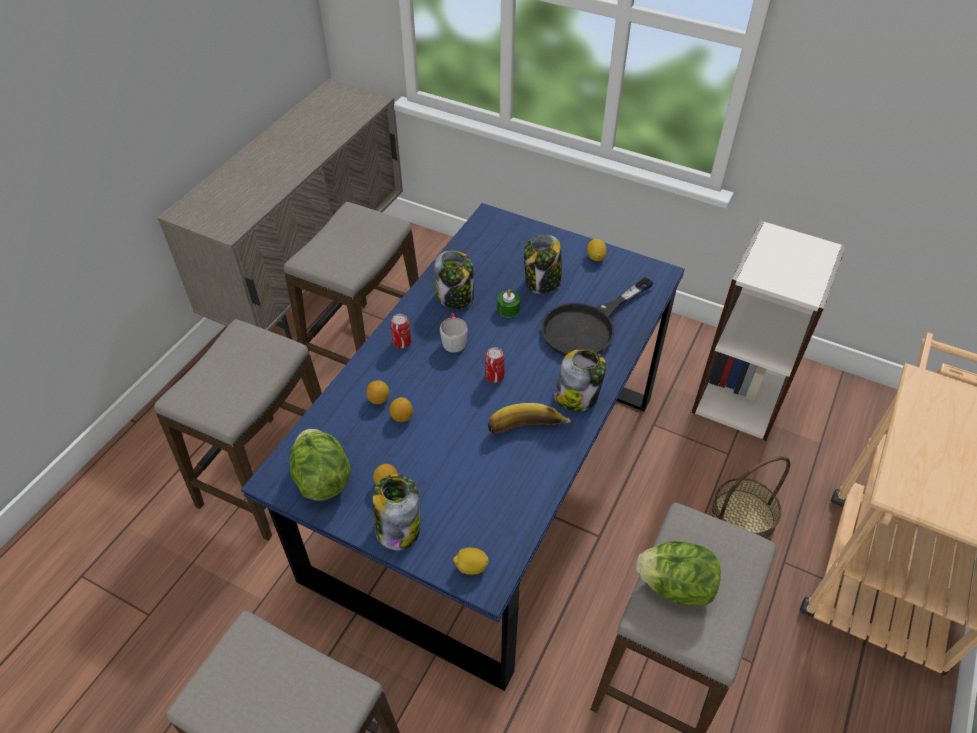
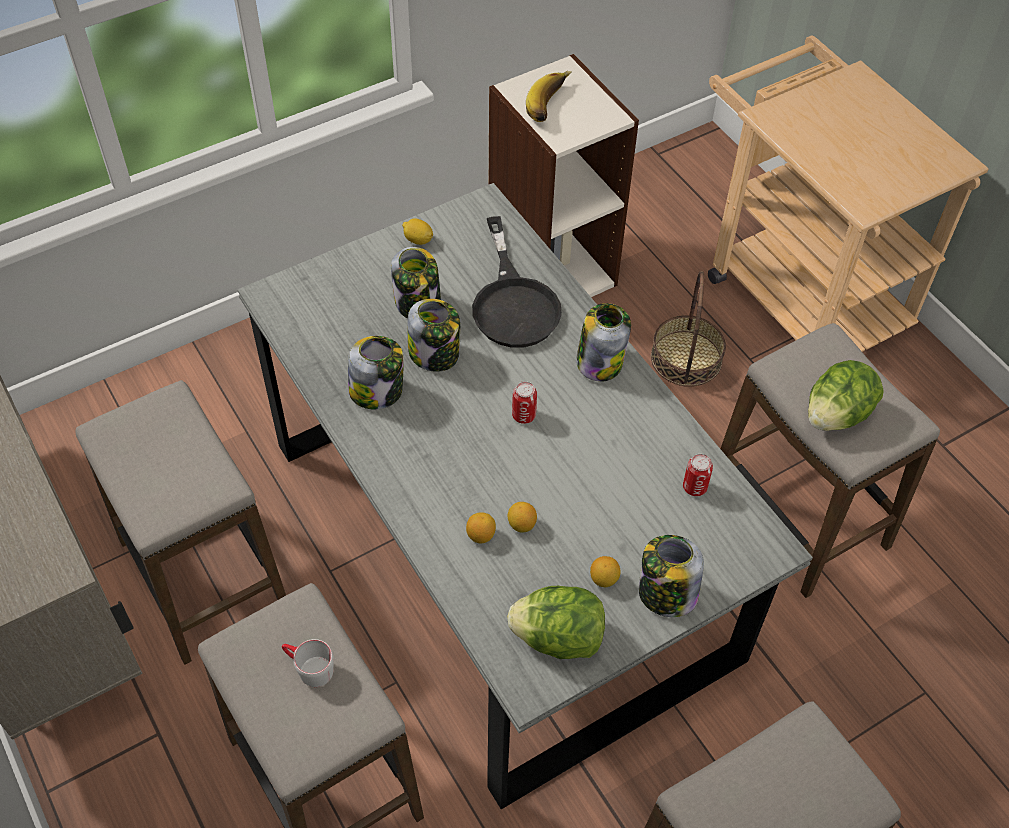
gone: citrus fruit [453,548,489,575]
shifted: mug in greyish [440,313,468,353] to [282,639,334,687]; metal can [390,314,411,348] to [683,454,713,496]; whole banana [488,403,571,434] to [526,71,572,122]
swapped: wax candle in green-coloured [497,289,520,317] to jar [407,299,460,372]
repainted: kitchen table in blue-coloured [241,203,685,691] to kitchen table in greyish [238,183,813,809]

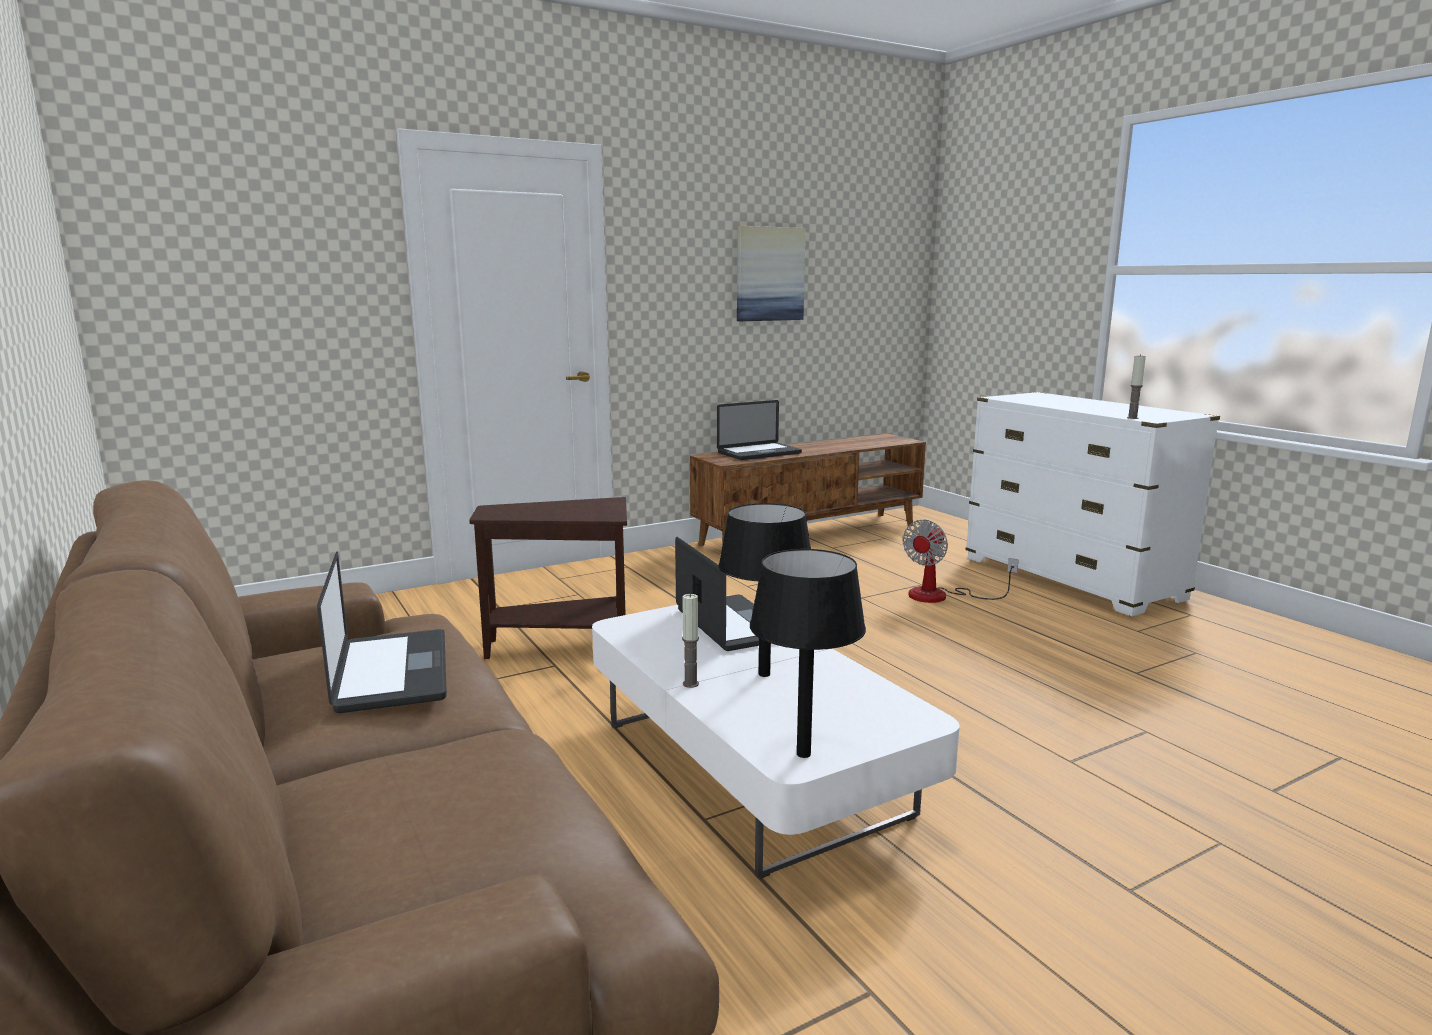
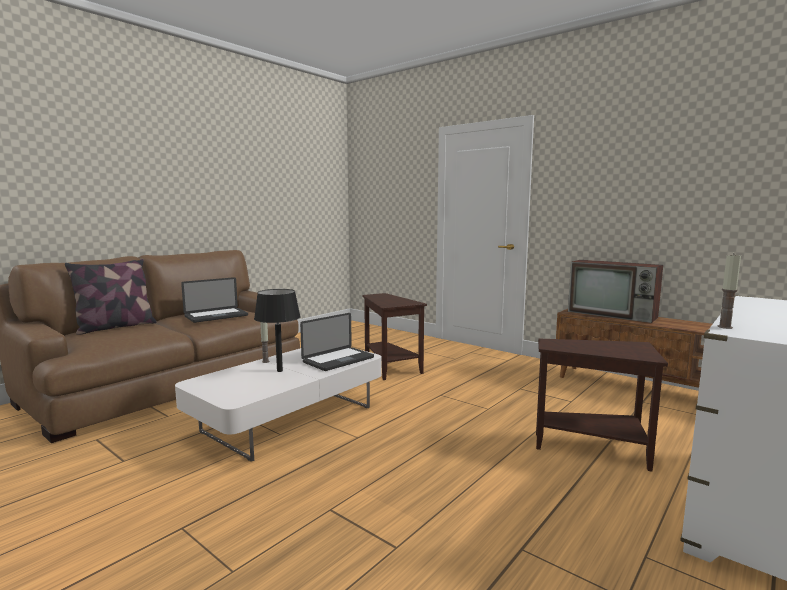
gone: wall picture [737,226,806,321]; table lamp in black-coloured [750,549,866,758]
new: throw pillow [65,259,157,335]
swapped: notebook computer [717,400,802,460] to television [568,260,663,323]; cooling fan [902,519,1019,603] to side table in brownish [536,339,668,472]

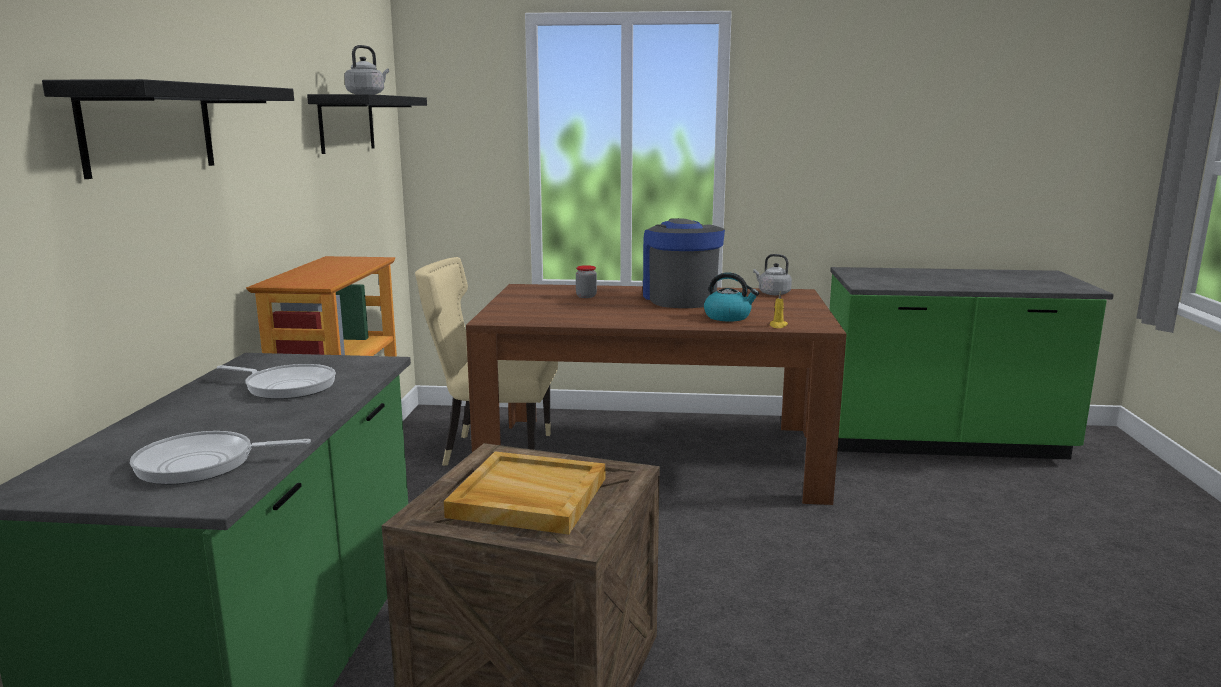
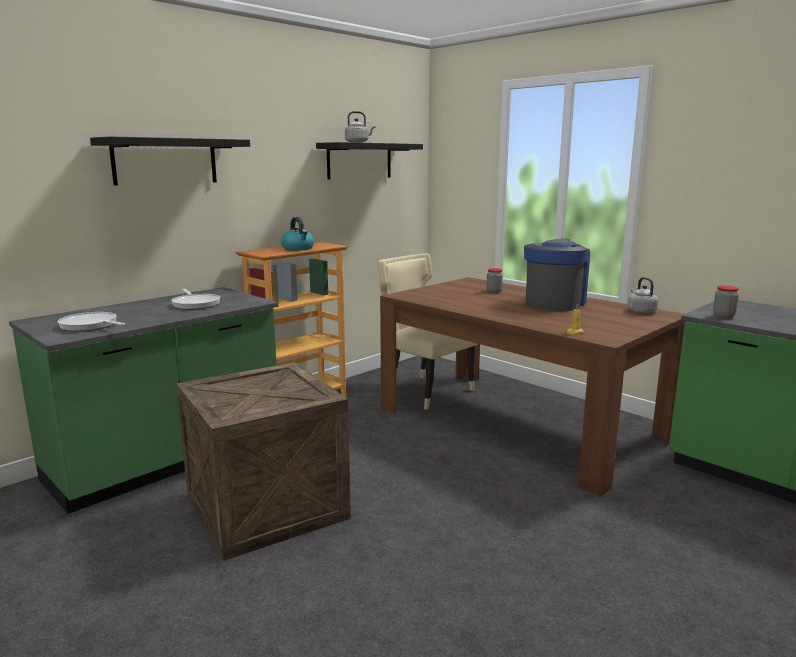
gone: carrying tray in beige-coloured [444,451,605,534]
new: jar [713,285,739,318]
shifted: water kettle [704,272,759,322] to [281,217,314,251]

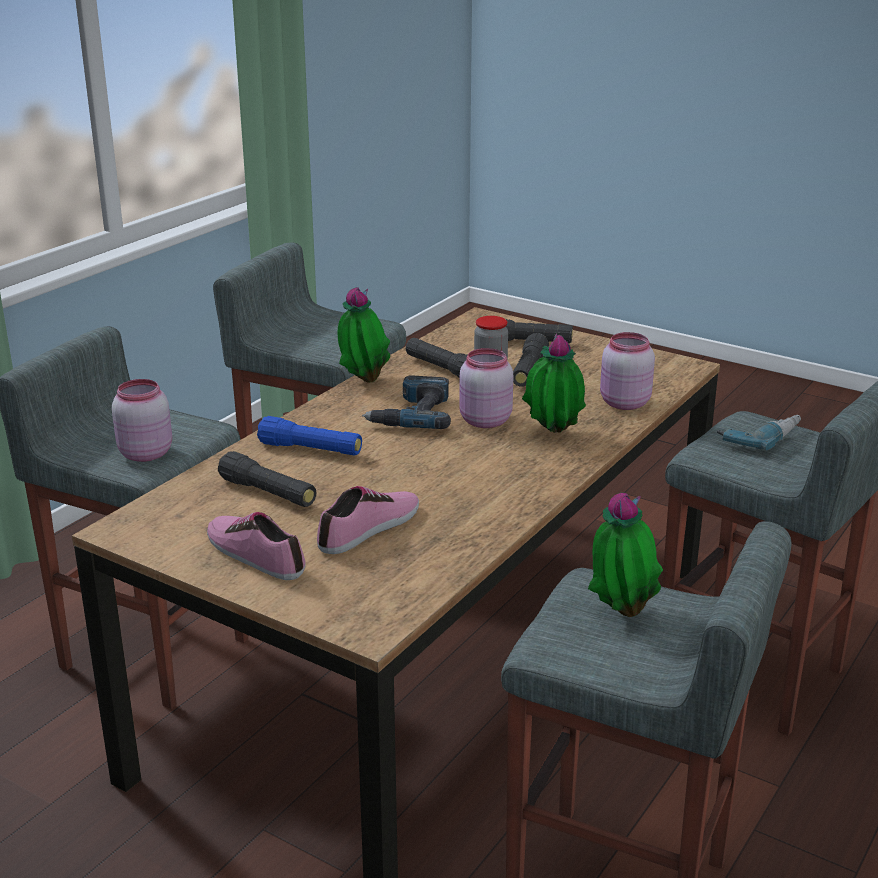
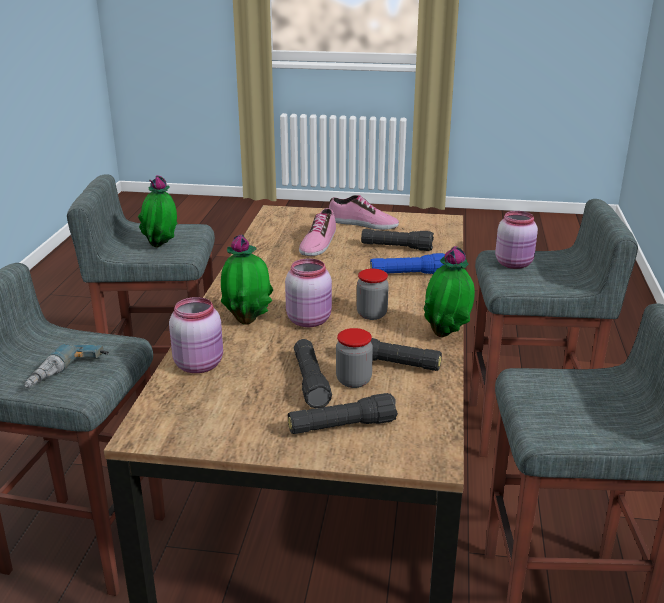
swapped: drill [362,375,451,429] to jar [357,269,389,320]

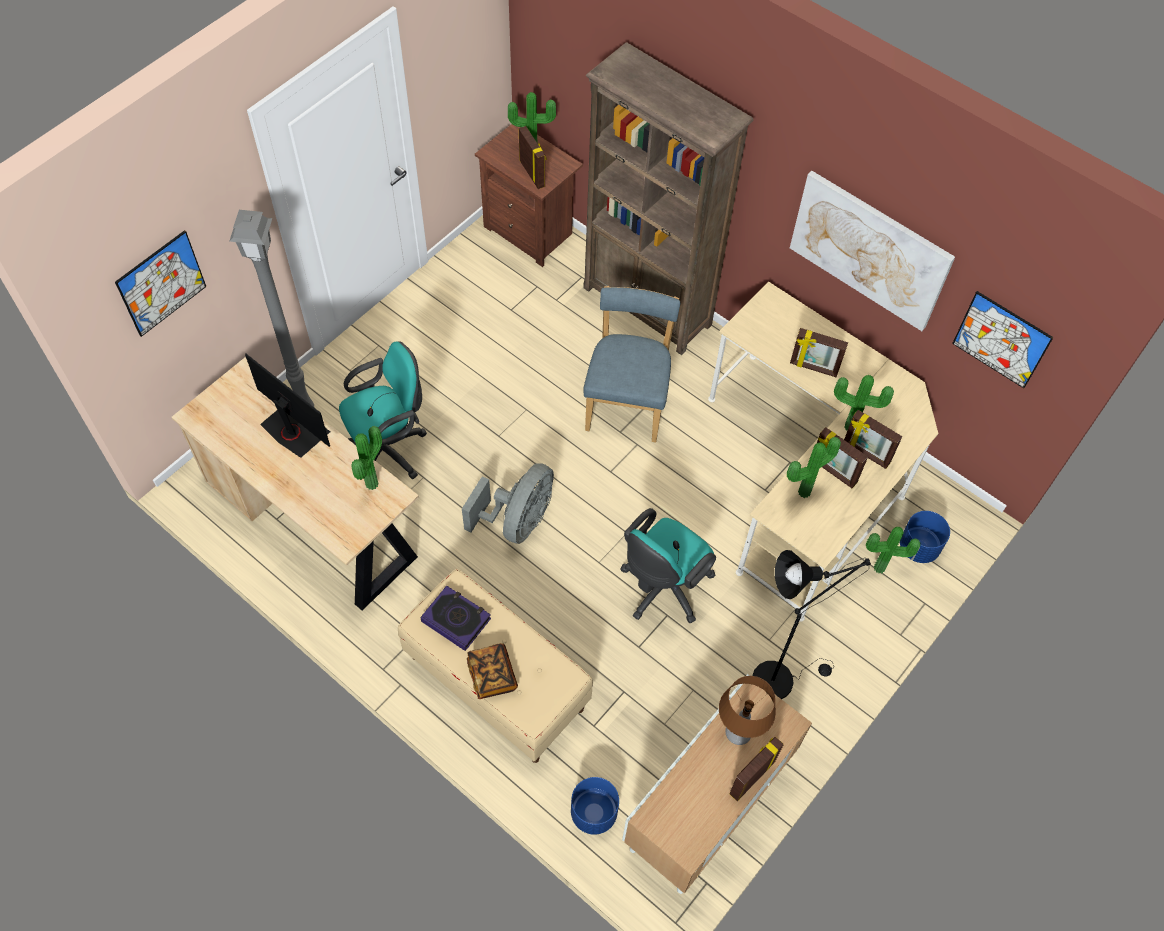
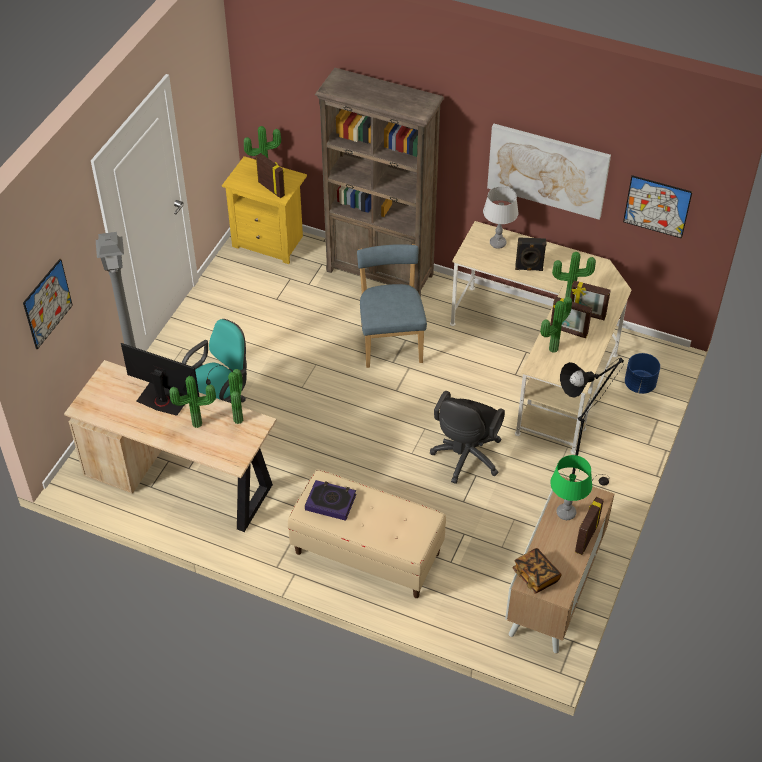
gone: cooling fan in greyish [462,463,554,544]; plant pot in blue-coloured [571,777,619,835]
new: table lamp in greyish [483,186,519,249]
shifted: potted plant [866,527,920,574] to [169,376,216,428]; bound book [467,643,518,699] to [513,548,561,594]
swapped: photo frame [790,328,848,377] to speaker in black-coloured [515,237,547,271]
repainted: night table in brownish [475,124,583,267] to night table in yellow-coloured [222,156,307,264]; office chair in turquoise-coloured [620,508,716,623] to office chair in black-coloured [430,391,505,484]; table lamp in brownish [719,676,776,745] to table lamp in green-coloured [550,455,592,520]

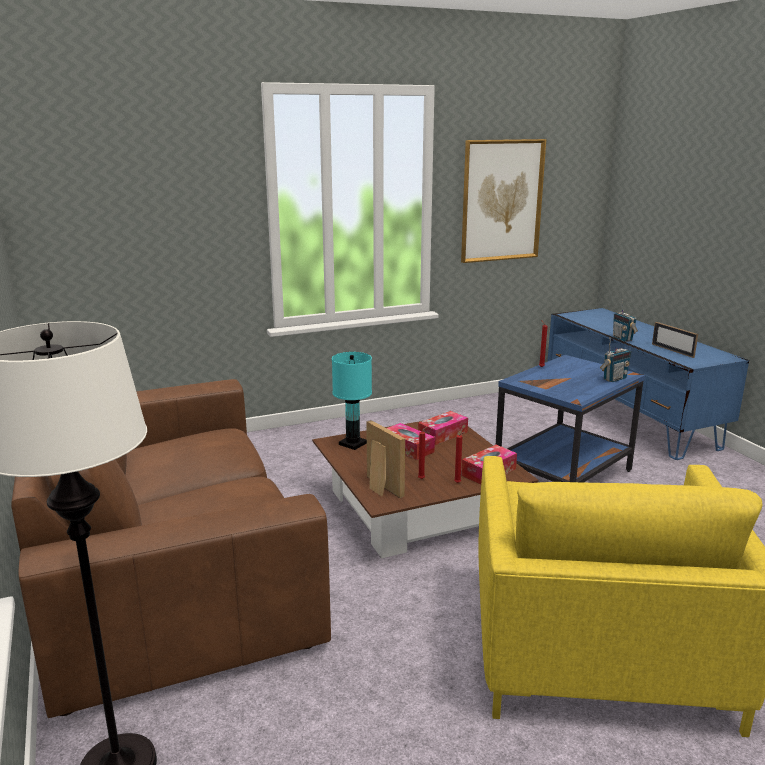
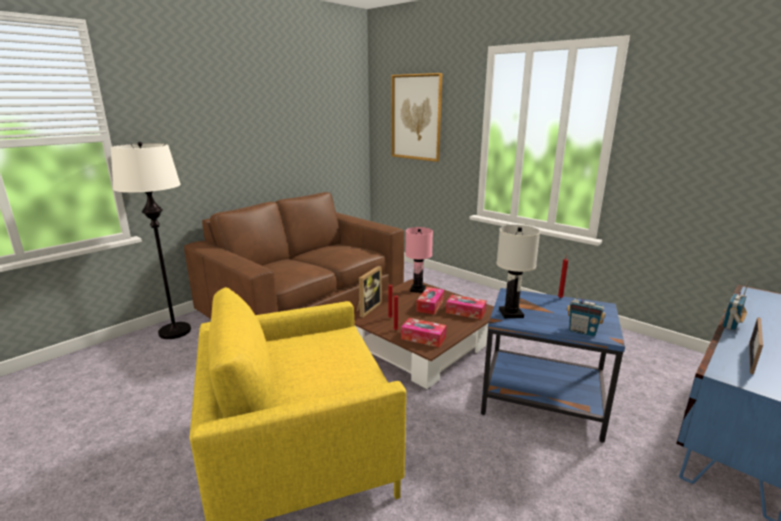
new: table lamp in whitish [497,225,540,318]
shifted: wall picture [461,139,546,263] to [391,73,443,162]
repainted: table lamp in turquoise-coloured [332,352,372,450] to table lamp in pink-coloured [405,227,433,293]

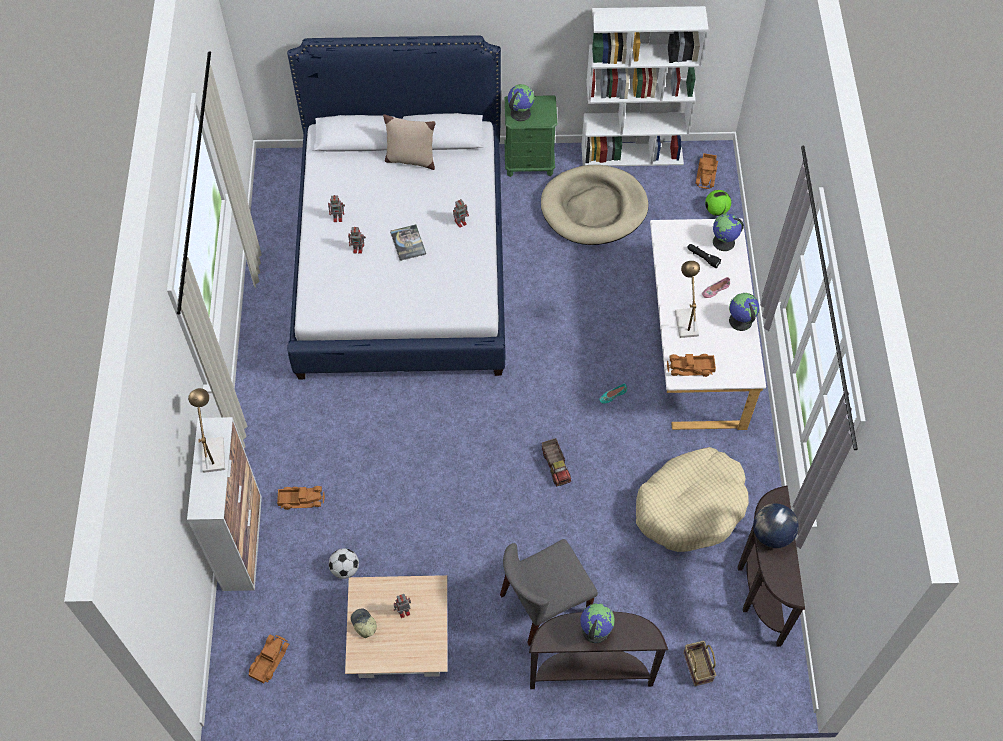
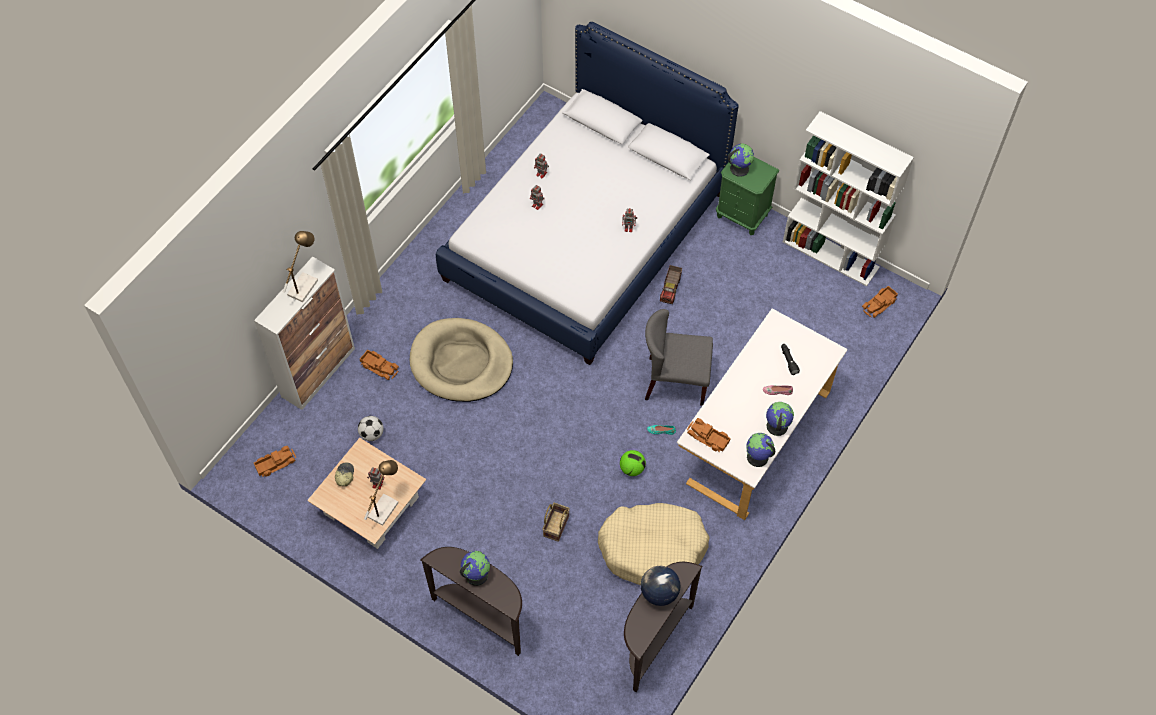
gone: throw pillow in beige-coloured [383,114,436,170]; bound book [390,224,426,261]
shifted: dog cushion in beige-coloured [541,165,648,245] to [410,318,513,402]; football ball [705,190,731,216] to [620,450,646,476]; globe [713,214,744,251] to [746,433,775,467]; table lamp [675,261,700,338] to [364,460,399,526]; model truck [542,438,571,486] to [660,265,682,304]; chair in greyish [500,539,598,646] to [645,309,713,406]; household basket [683,641,716,686] to [543,503,570,542]

